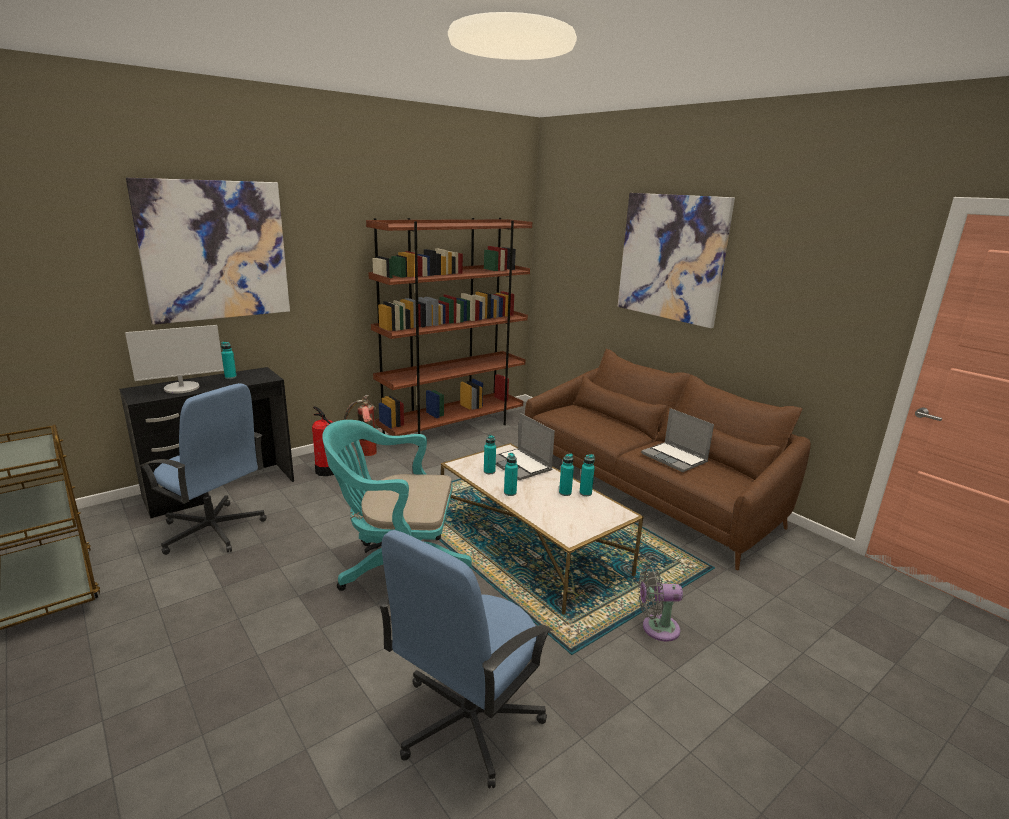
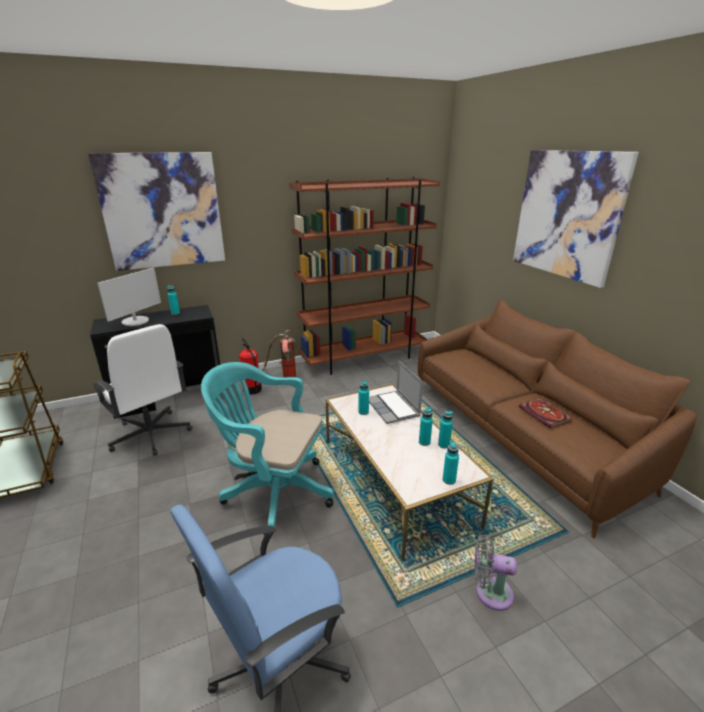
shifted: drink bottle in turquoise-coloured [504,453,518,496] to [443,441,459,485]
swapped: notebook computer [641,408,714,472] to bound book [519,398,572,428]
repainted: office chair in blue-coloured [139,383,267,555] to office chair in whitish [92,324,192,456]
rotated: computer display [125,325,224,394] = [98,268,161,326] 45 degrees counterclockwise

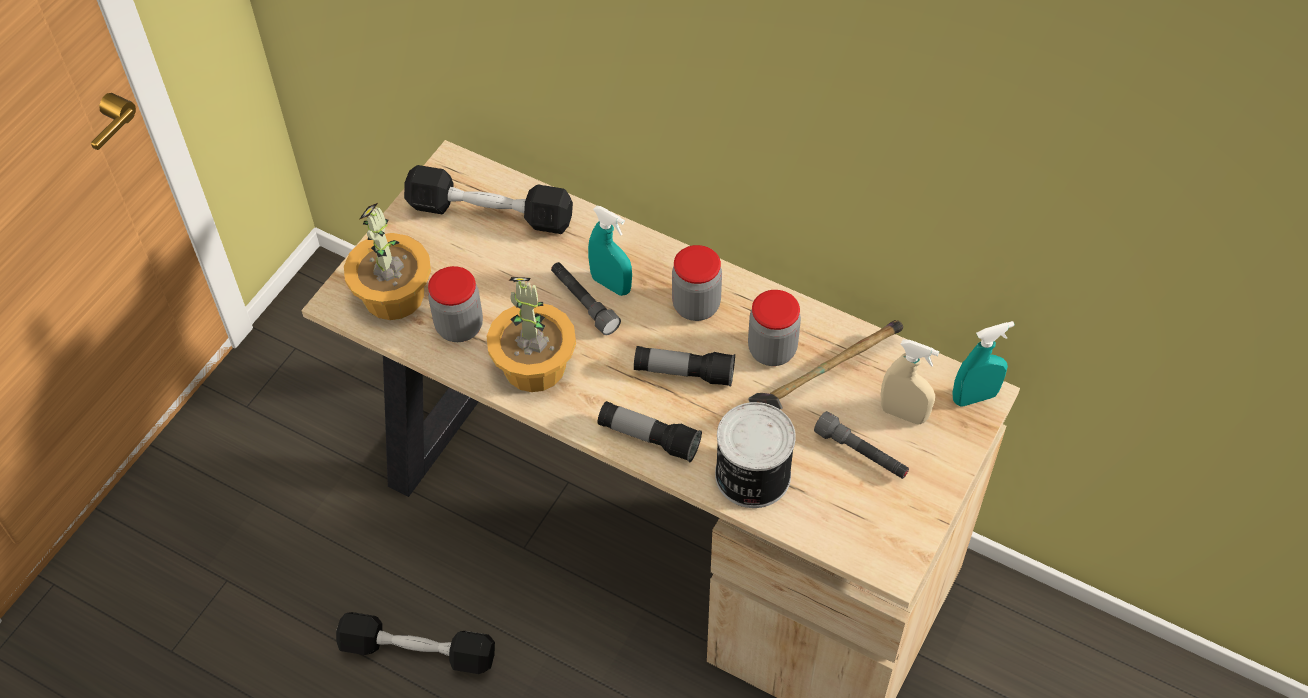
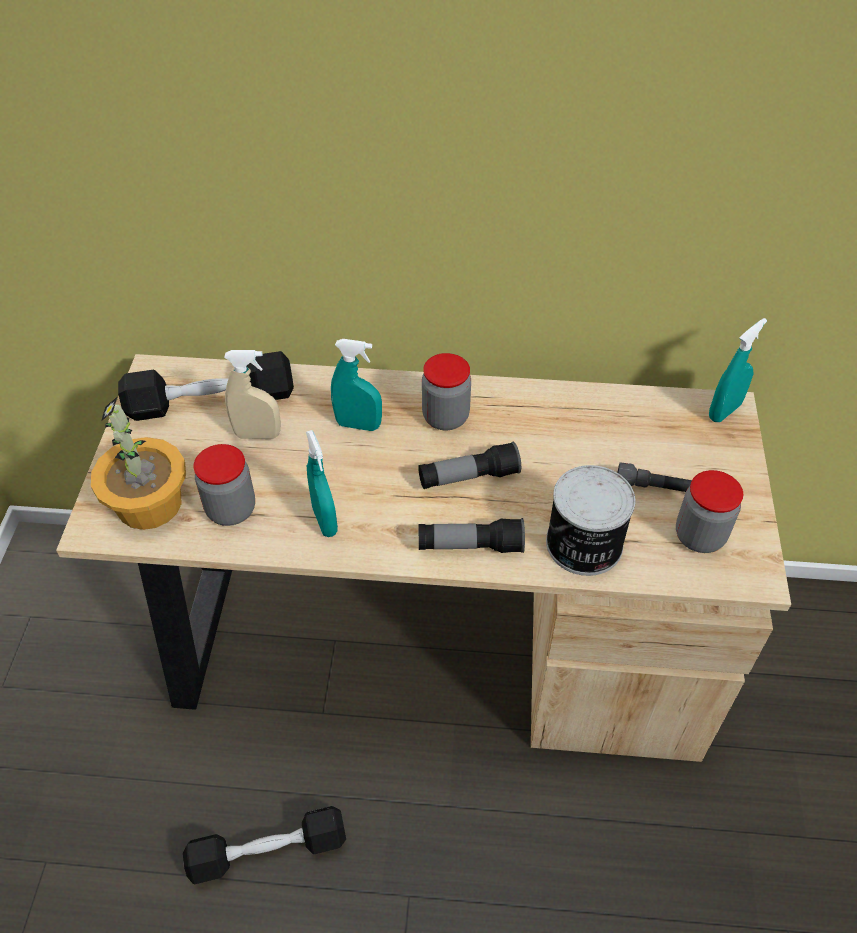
gone: hand torch in greyish [551,262,621,335]; tool hammer [748,320,903,409]
shifted: jar [748,290,801,366] to [676,470,743,553]; sprayer in beige-coloured [881,339,939,425] to [224,350,281,439]
swapped: potted plant [487,277,576,392] to sprayer in turquoise-coloured [306,430,338,537]

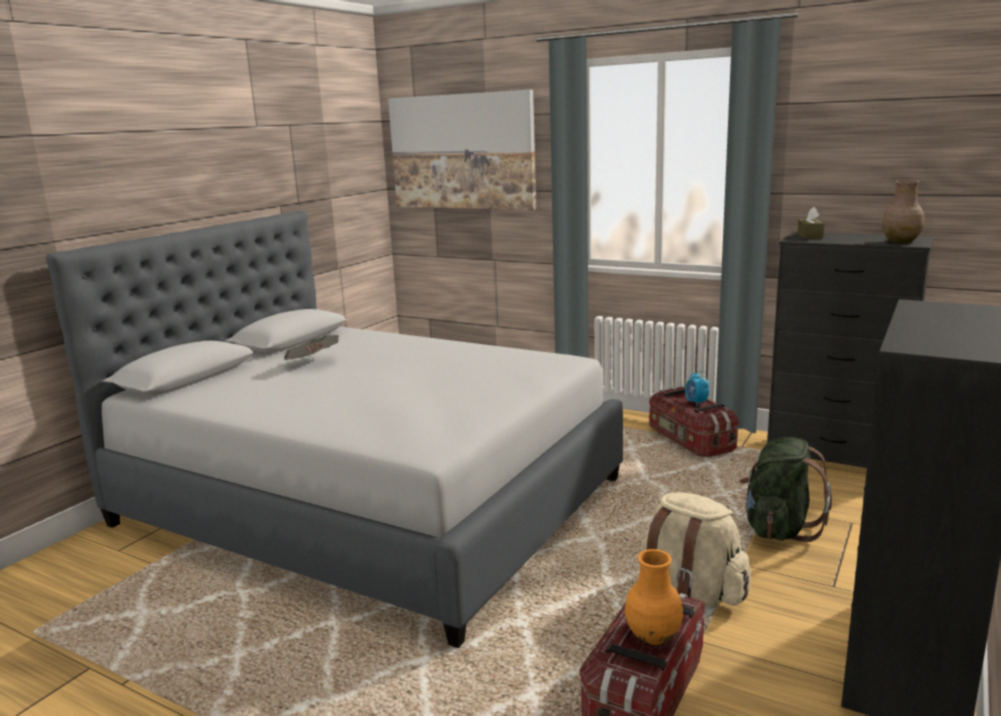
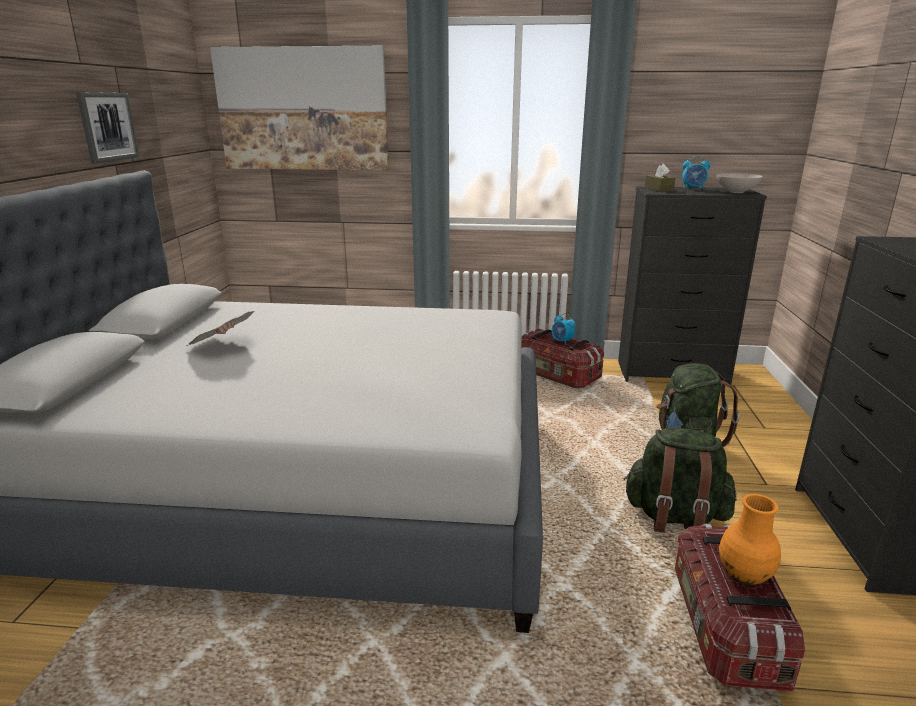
new: wall picture [76,92,139,163]; alarm clock [682,156,710,190]
swapped: flower vase in brownish [882,180,925,243] to deep dish in whitish [716,173,763,193]
repainted: rucksack in beige-coloured [641,492,751,606] to rucksack in green-coloured [624,428,737,533]

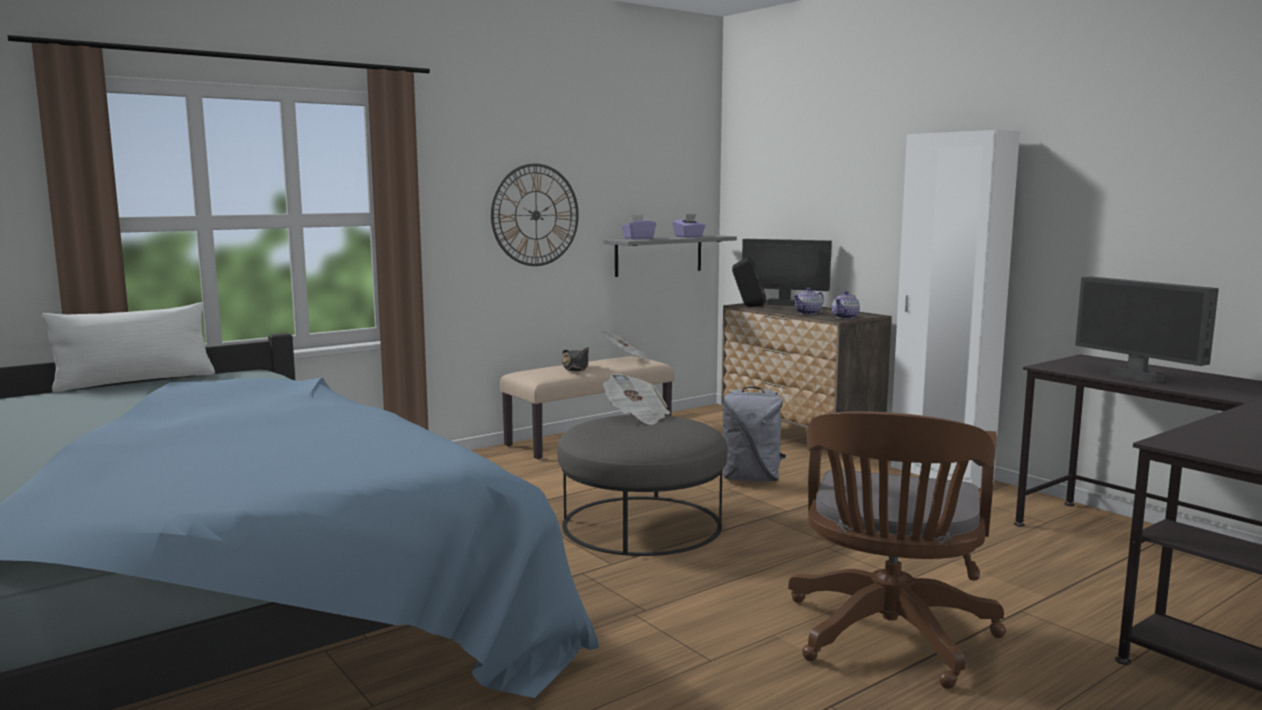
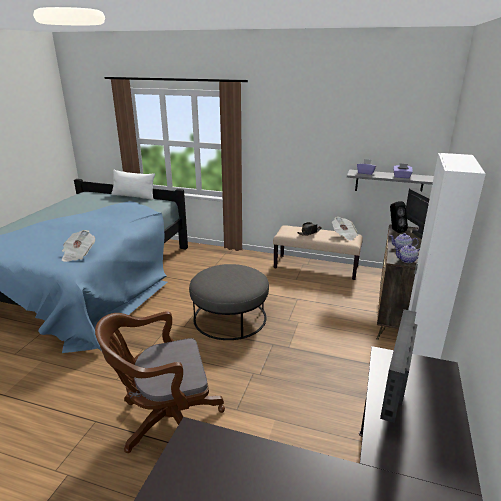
gone: hanging clock [491,164,579,266]; rucksack in greyish [722,386,786,482]
shifted: daily paper [603,373,671,425] to [62,230,95,262]

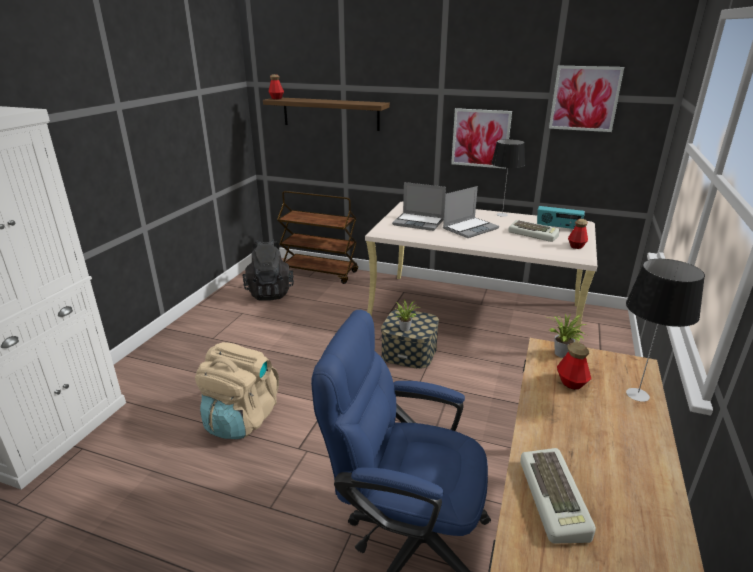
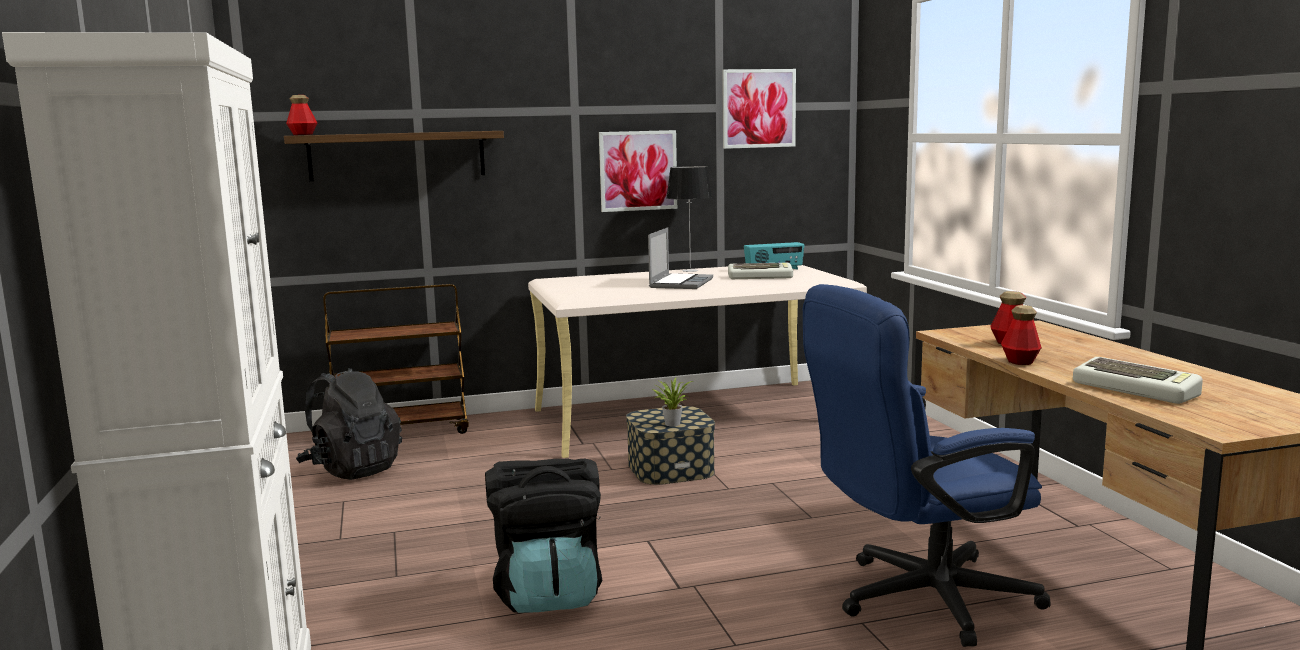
gone: notebook computer [392,182,446,231]; table lamp [626,259,705,402]; potted plant [548,314,587,358]
shifted: drink bottle [568,219,588,249] to [1001,305,1042,365]
repainted: rucksack in beige-coloured [195,342,279,439] to rucksack in black-coloured [485,458,602,613]

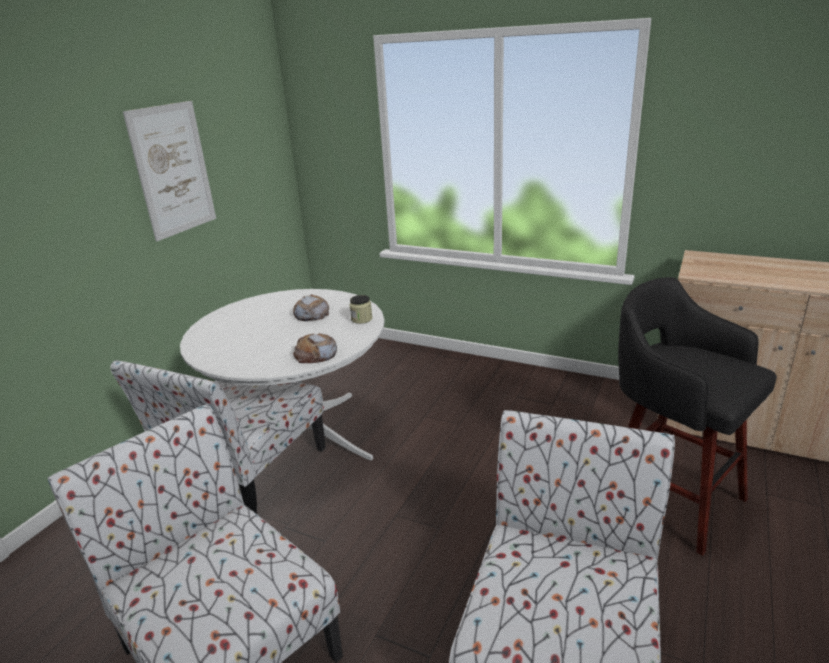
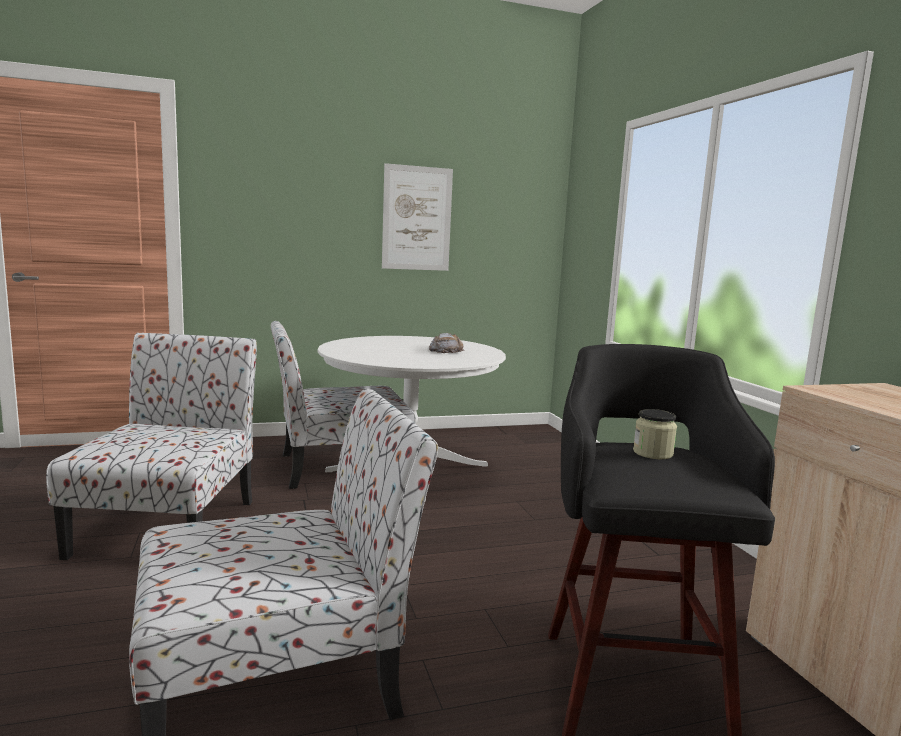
gone: bread [293,333,337,363]
shifted: jar [349,295,372,324] to [633,409,677,459]

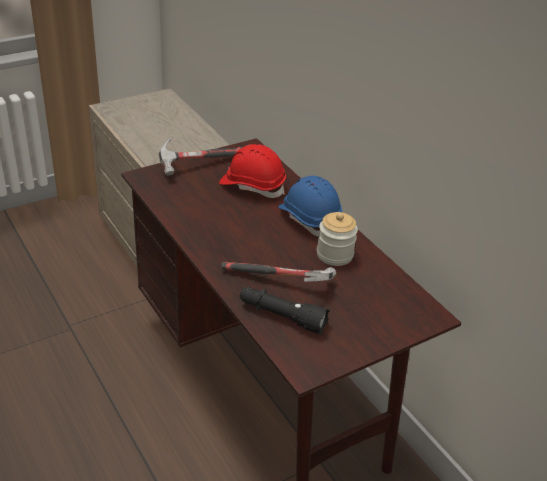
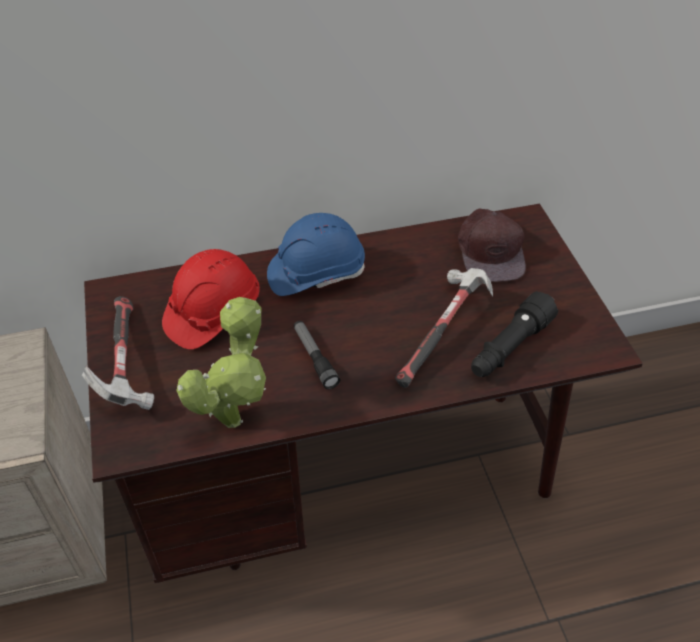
gone: jar [317,212,358,266]
new: peaked cap in brownish [458,209,526,282]; potted plant [176,297,266,428]; hand torch [294,321,340,389]

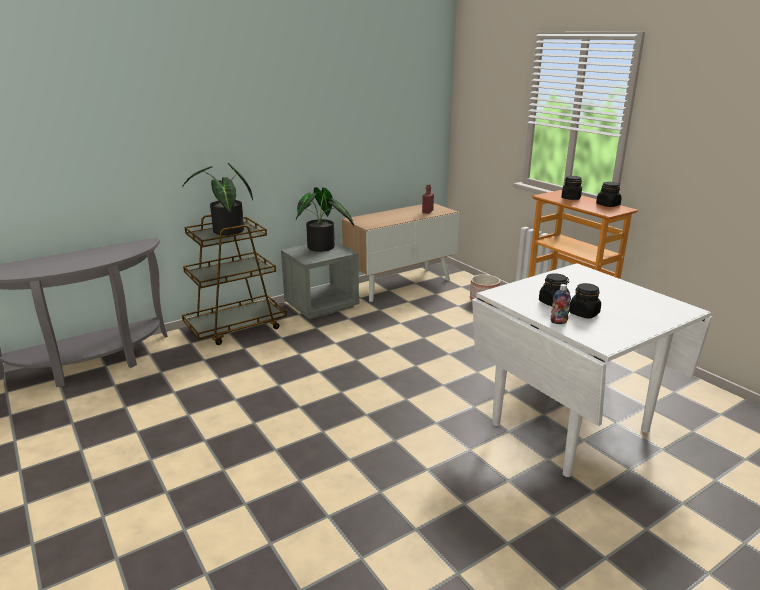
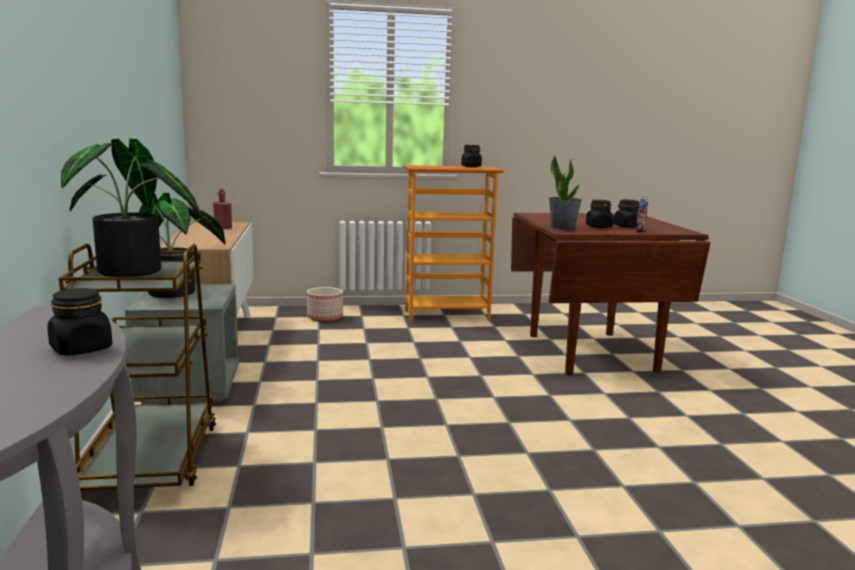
new: potted plant [549,155,582,230]
shifted: jar in black-coloured [561,176,582,200] to [47,288,113,355]
repainted: kitchen table in whitish [472,263,713,477] to kitchen table in brownish [511,213,711,375]

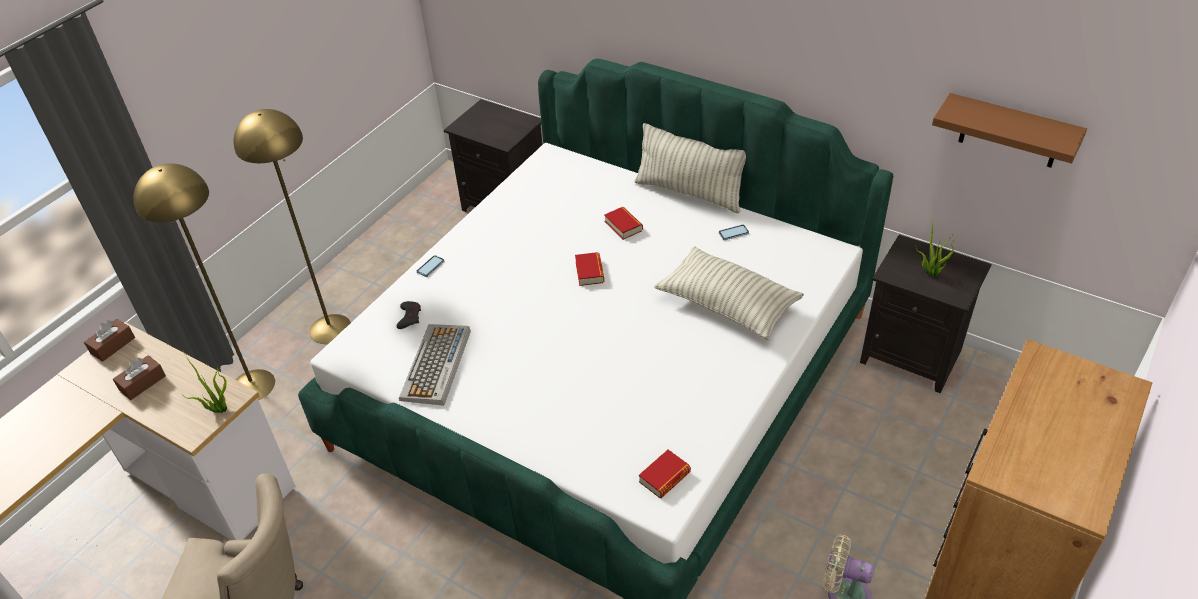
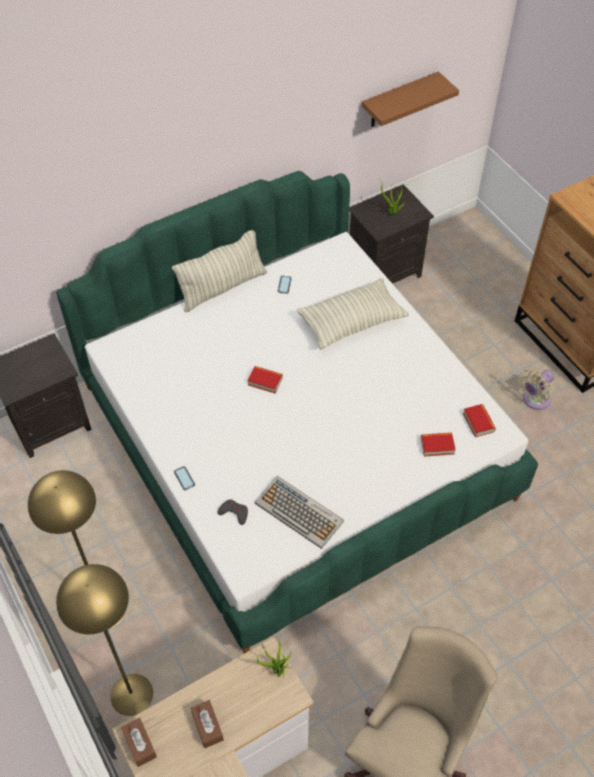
shifted: bound book [604,207,643,240] to [421,432,456,457]

